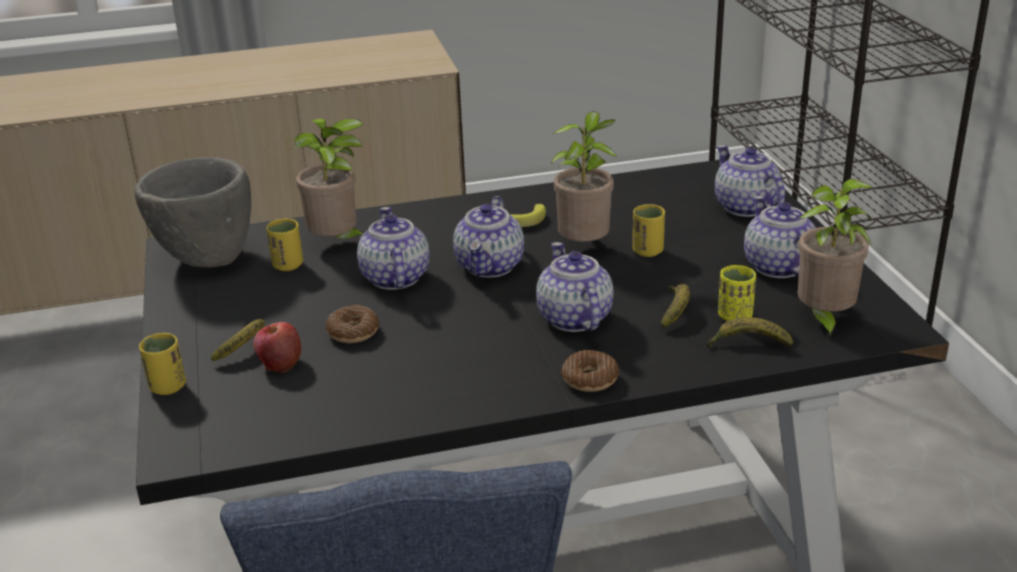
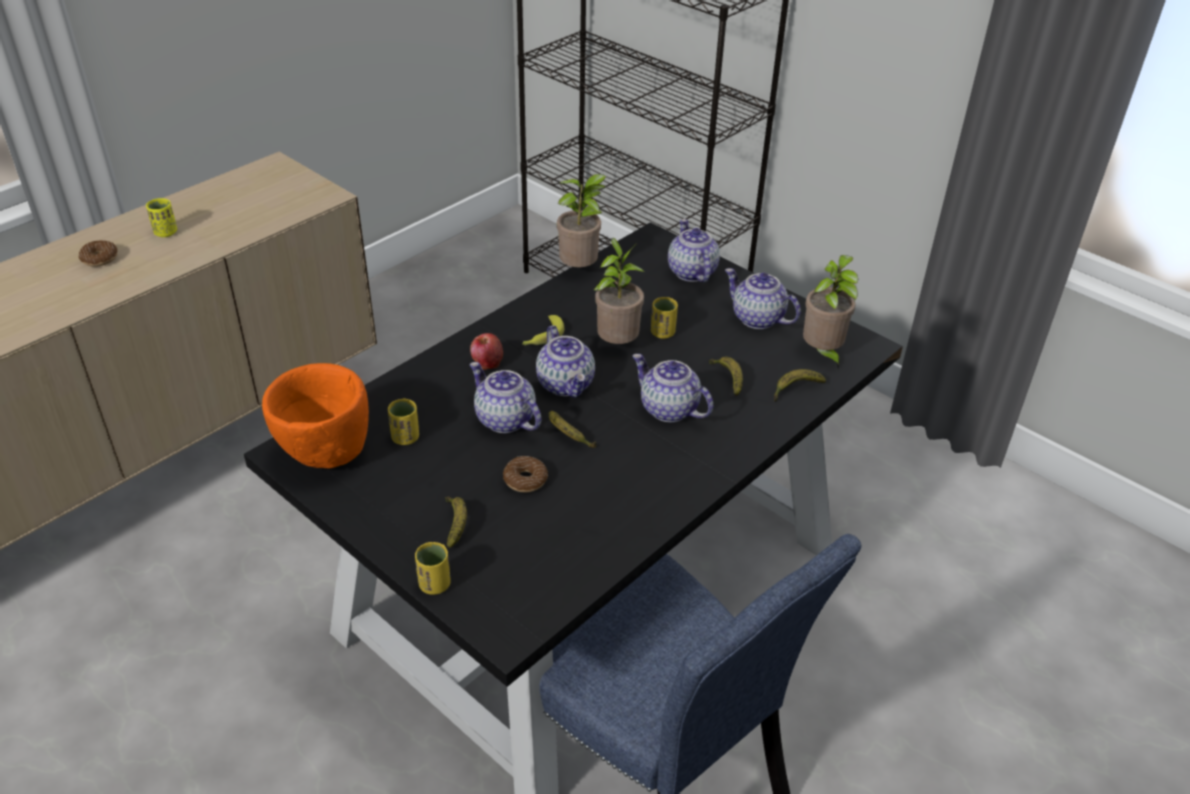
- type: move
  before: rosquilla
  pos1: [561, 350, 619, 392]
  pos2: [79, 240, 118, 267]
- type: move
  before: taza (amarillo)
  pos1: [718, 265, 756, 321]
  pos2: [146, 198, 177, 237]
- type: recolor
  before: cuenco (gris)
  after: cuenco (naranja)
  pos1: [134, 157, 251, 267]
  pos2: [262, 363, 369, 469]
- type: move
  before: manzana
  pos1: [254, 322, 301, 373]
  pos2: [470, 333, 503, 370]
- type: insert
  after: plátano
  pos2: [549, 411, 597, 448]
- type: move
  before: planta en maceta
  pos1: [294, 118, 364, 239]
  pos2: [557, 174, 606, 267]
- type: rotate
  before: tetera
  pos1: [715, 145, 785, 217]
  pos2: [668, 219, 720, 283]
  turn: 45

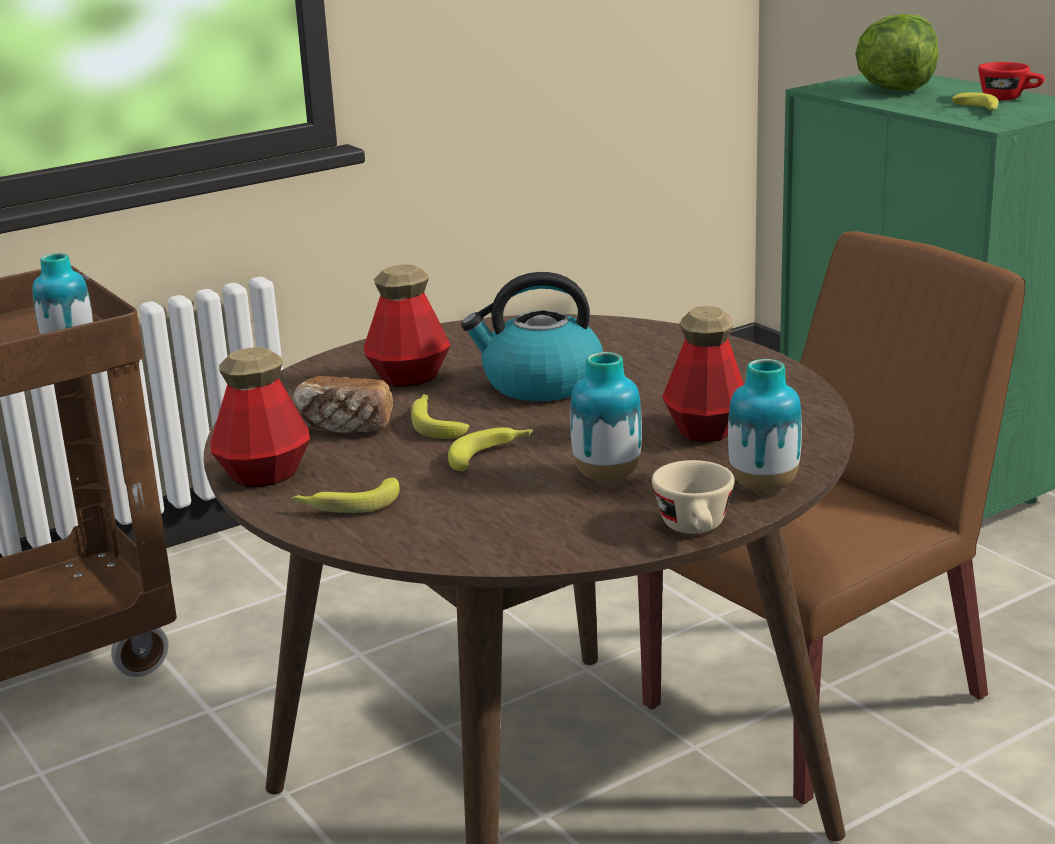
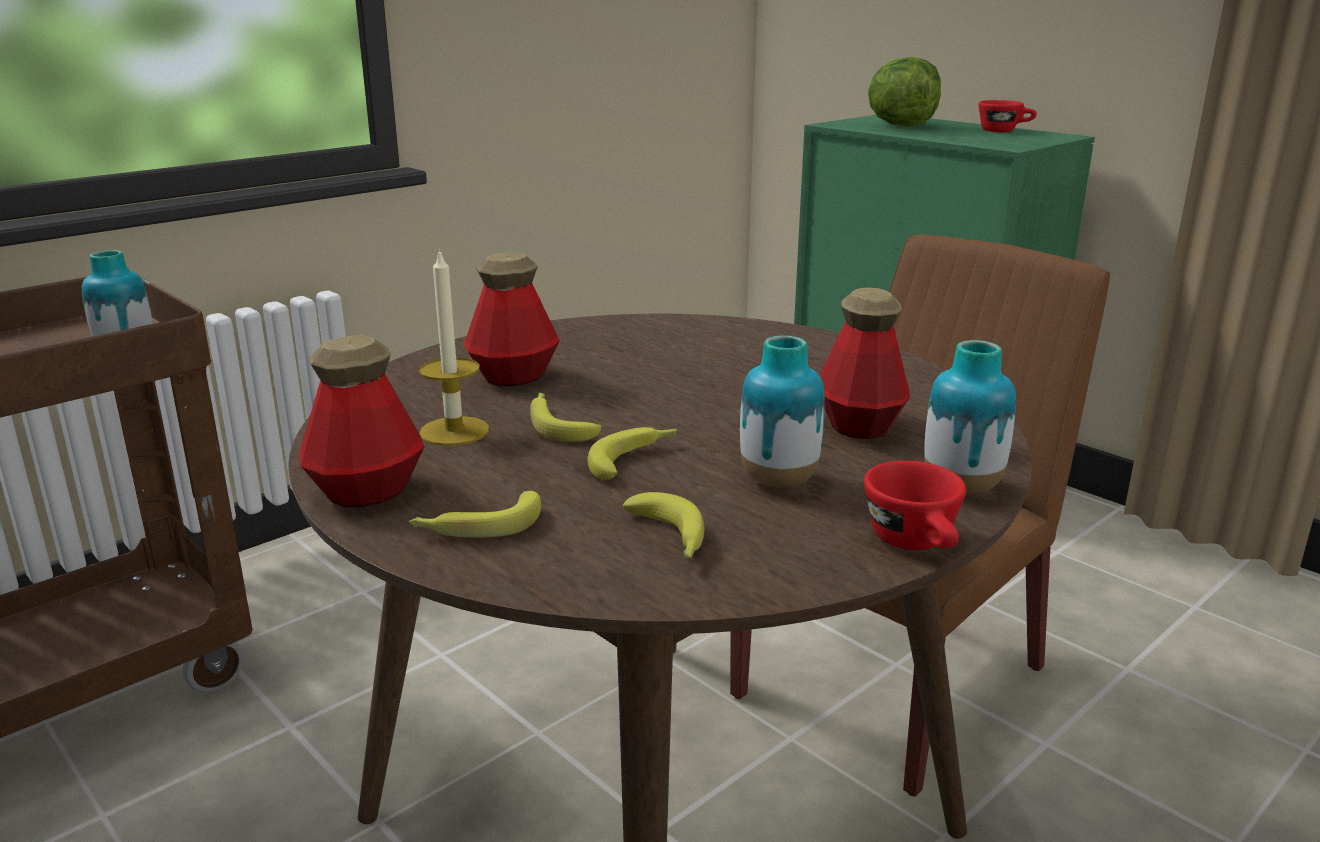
- type: replace
  before: pan
  after: vela
  pos1: [293, 376, 393, 433]
  pos2: [419, 248, 489, 446]
- type: move
  before: plátano
  pos1: [951, 92, 998, 111]
  pos2: [623, 492, 704, 559]
- type: recolor
  before: taza (beis)
  after: taza (rojo)
  pos1: [652, 460, 734, 534]
  pos2: [864, 461, 966, 550]
- type: delete
  before: hervidor
  pos1: [461, 272, 603, 401]

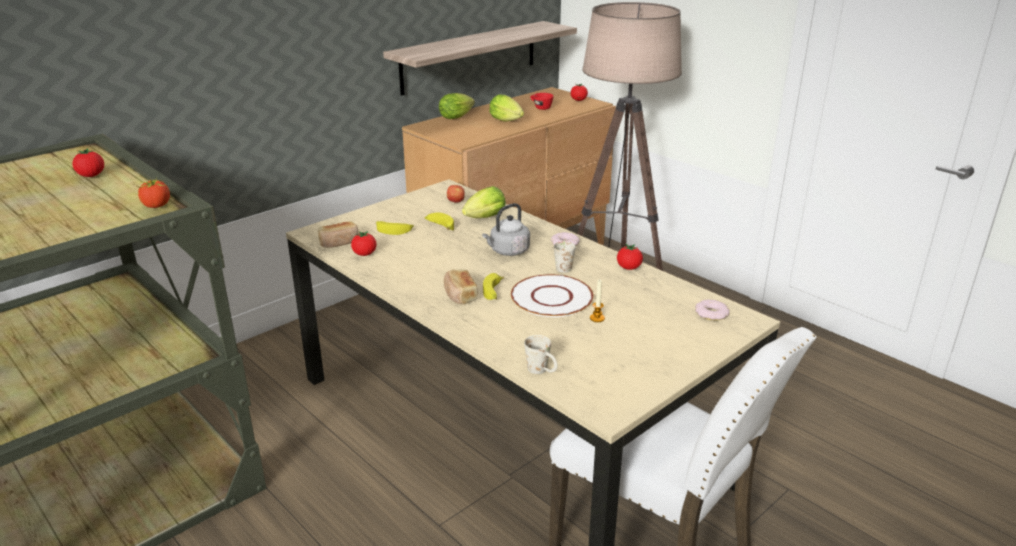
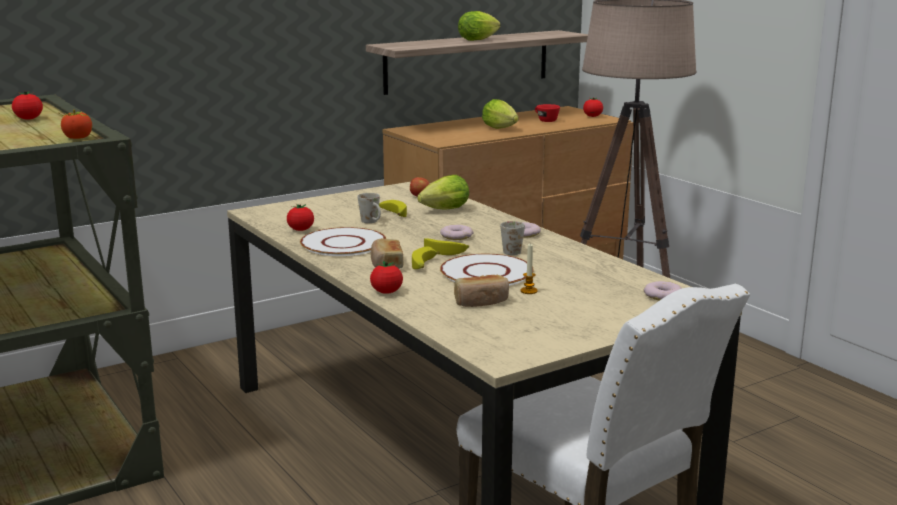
- type: insert
  after: plato (blanco)
  pos2: [300, 227, 386, 256]
- type: move
  before: taza grande (blanco)
  pos1: [524, 335, 558, 374]
  pos2: [357, 193, 381, 223]
- type: move
  before: tomate
  pos1: [617, 244, 643, 270]
  pos2: [370, 261, 403, 294]
- type: move
  before: plátano
  pos1: [376, 221, 414, 235]
  pos2: [424, 238, 469, 255]
- type: replace
  before: hervidor (gris)
  after: rosquilla
  pos1: [482, 203, 530, 256]
  pos2: [440, 225, 474, 240]
- type: move
  before: pan
  pos1: [318, 221, 359, 248]
  pos2: [454, 275, 509, 307]
- type: move
  before: lechuga
  pos1: [439, 93, 475, 119]
  pos2: [458, 11, 500, 41]

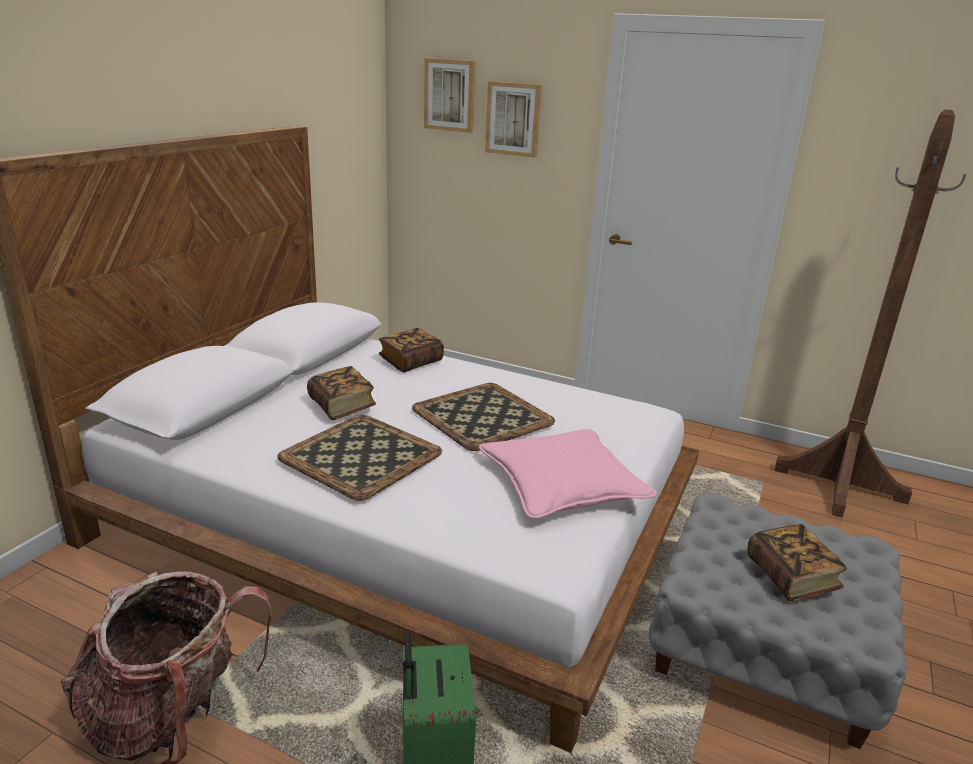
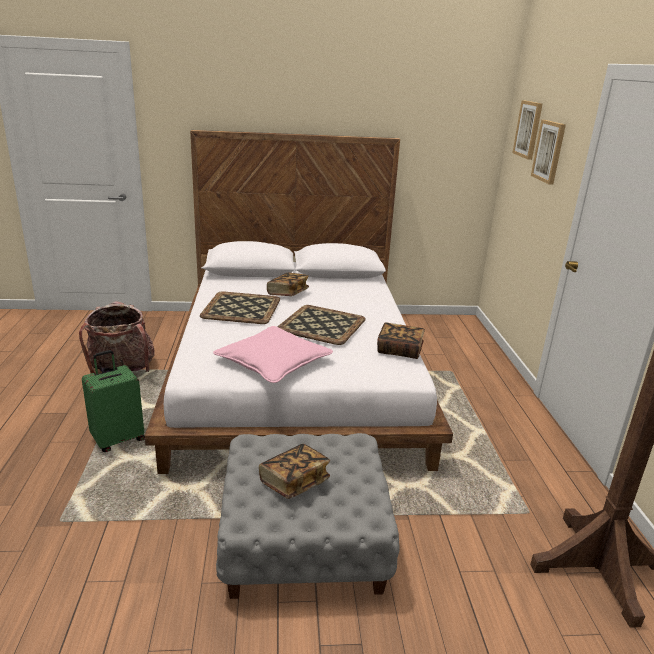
- type: move
  before: libro
  pos1: [379, 328, 444, 372]
  pos2: [377, 322, 425, 359]

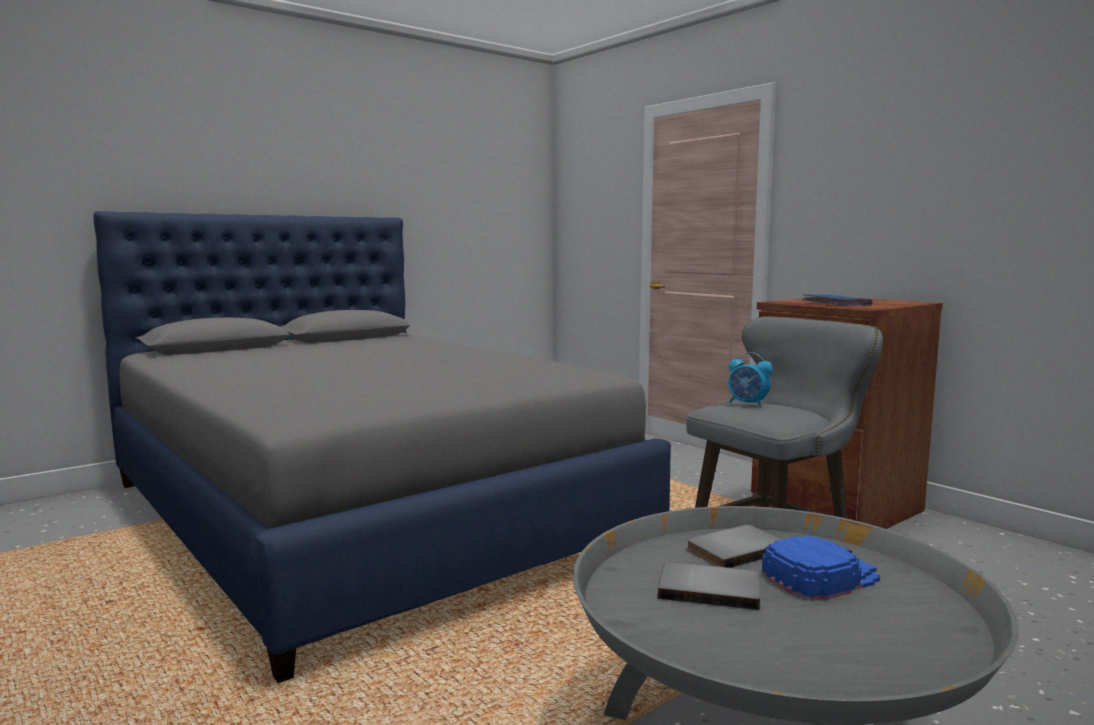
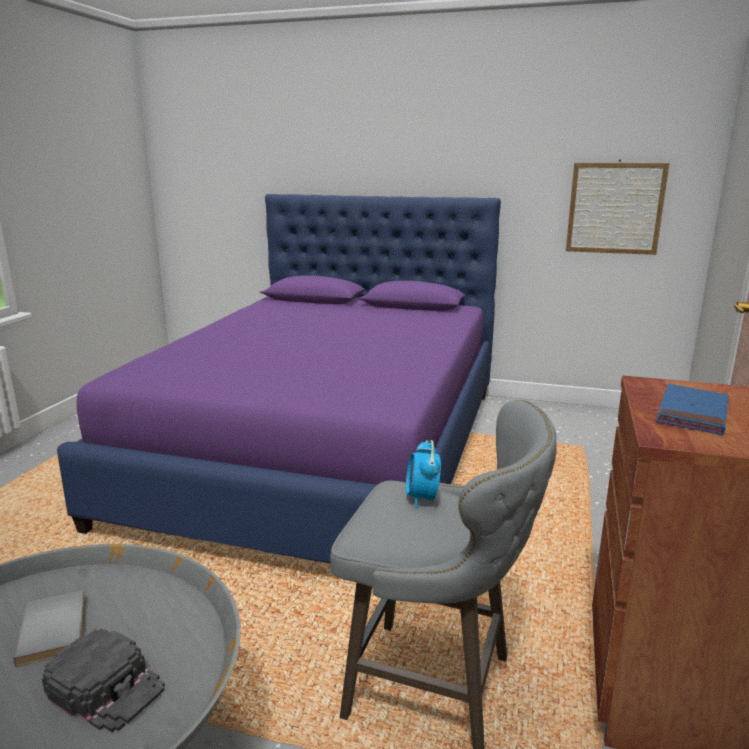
- type: recolor
  before: gorra (azul)
  after: gorra (negro)
  pos1: [762, 535, 880, 601]
  pos2: [42, 629, 165, 732]
- type: recolor
  before: cama (gris)
  after: cama (morado)
  pos1: [93, 211, 671, 683]
  pos2: [57, 194, 501, 563]
- type: insert
  after: cuadro
  pos2: [566, 159, 669, 255]
- type: delete
  before: libro (gris)
  pos1: [686, 525, 782, 568]

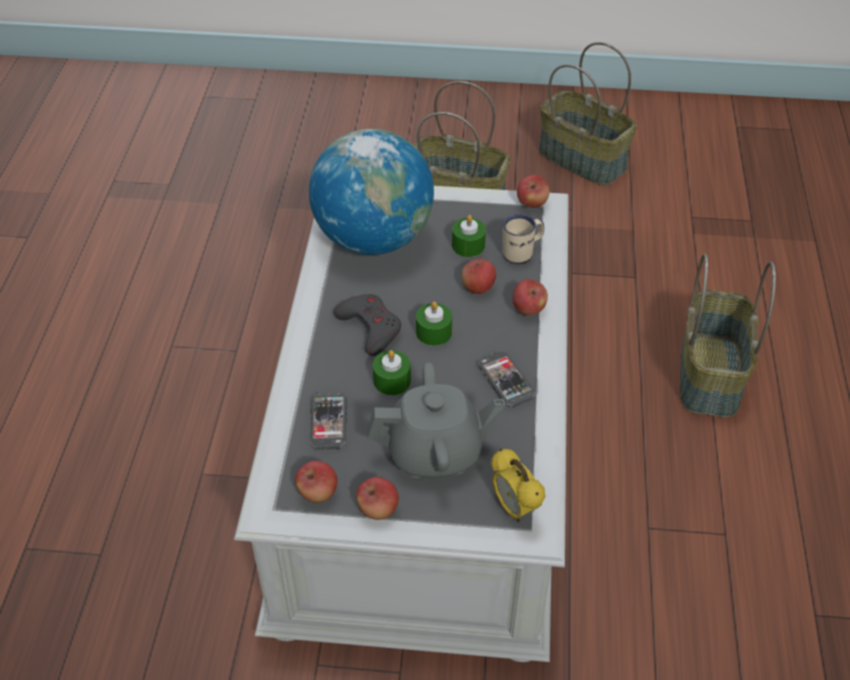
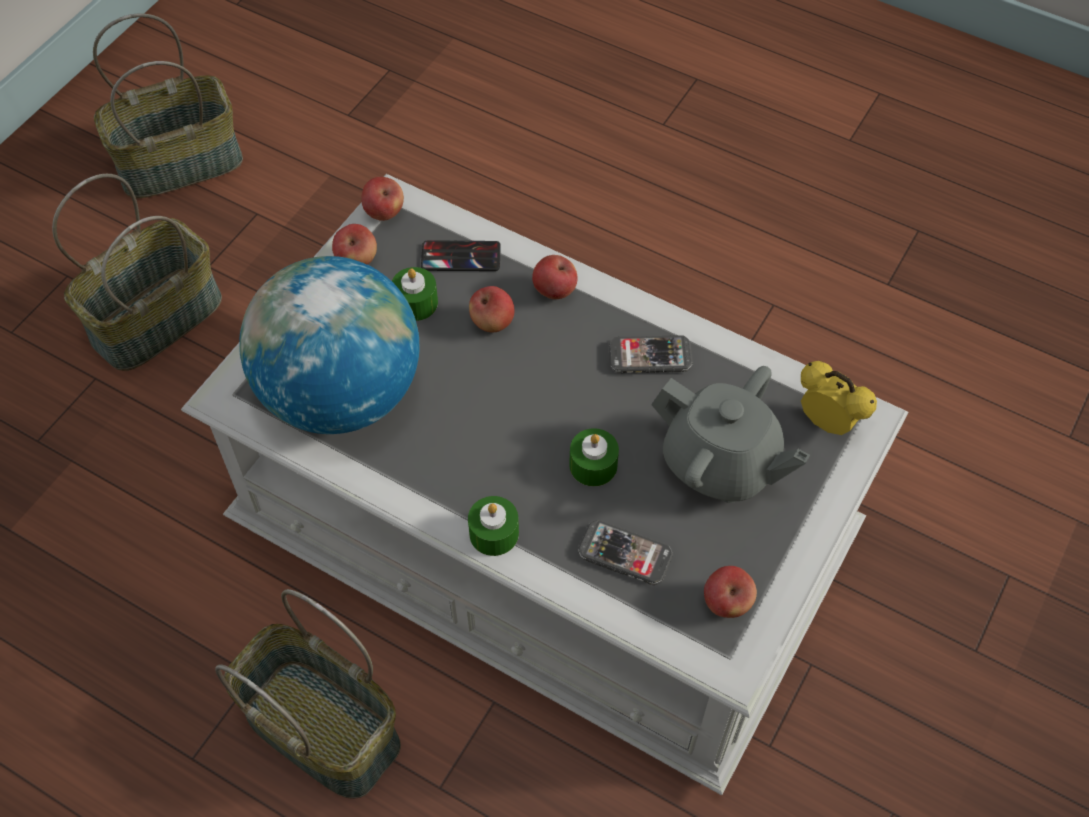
- type: move
  before: cesta
  pos1: [680, 254, 776, 417]
  pos2: [215, 589, 401, 799]
- type: move
  before: manzana
  pos1: [356, 477, 399, 520]
  pos2: [332, 224, 377, 265]
- type: replace
  before: taza grande (beis)
  after: móvil
  pos1: [503, 214, 544, 264]
  pos2: [421, 240, 501, 271]
- type: move
  before: vela (verde)
  pos1: [416, 302, 452, 346]
  pos2: [468, 496, 519, 556]
- type: rotate
  before: tetera (gris)
  pos1: [367, 362, 505, 478]
  pos2: [651, 366, 810, 503]
  turn: 105
- type: rotate
  before: despertador
  pos1: [491, 448, 545, 522]
  pos2: [801, 361, 877, 435]
  turn: -135
- type: delete
  before: mando de consola (gris)
  pos1: [334, 294, 401, 356]

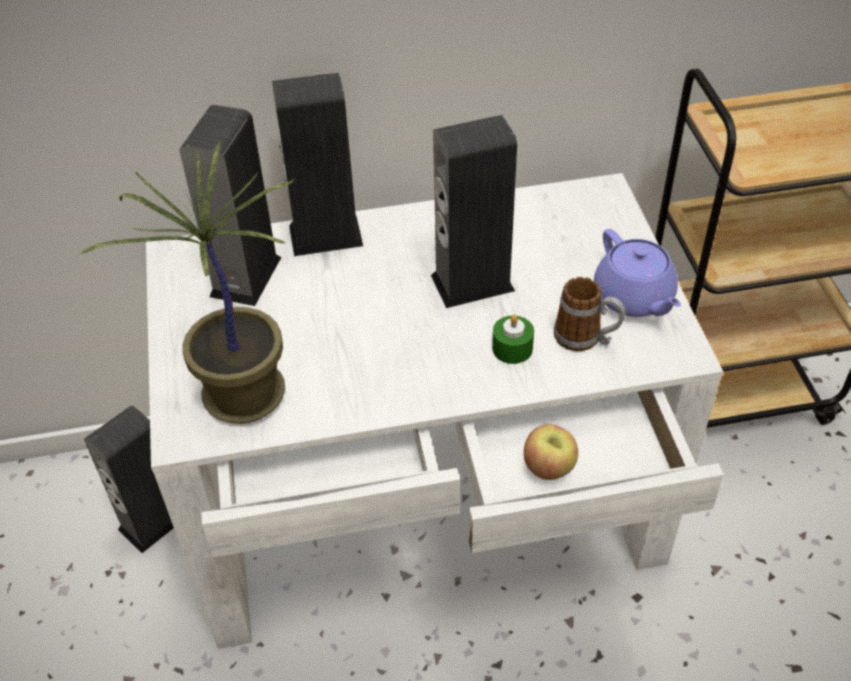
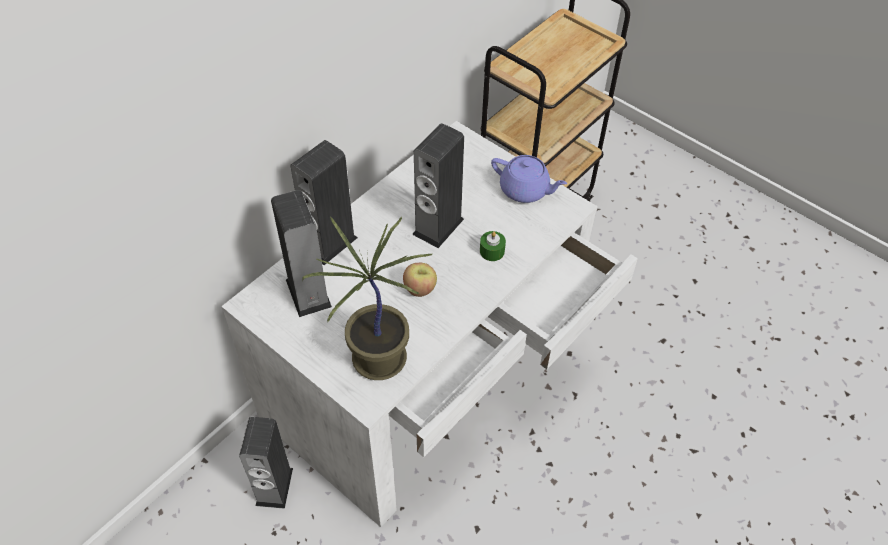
- type: move
  before: manzana
  pos1: [524, 424, 578, 480]
  pos2: [403, 263, 437, 297]
- type: delete
  before: taza grande
  pos1: [554, 277, 625, 351]

